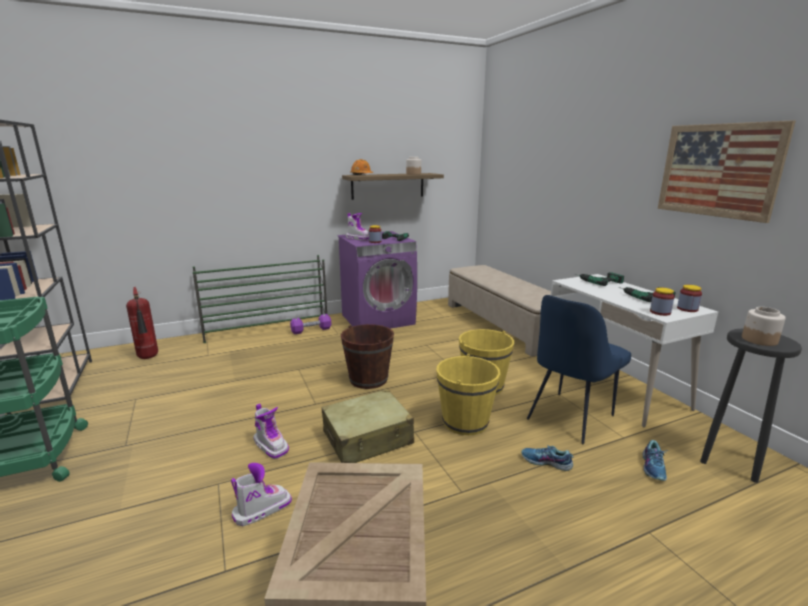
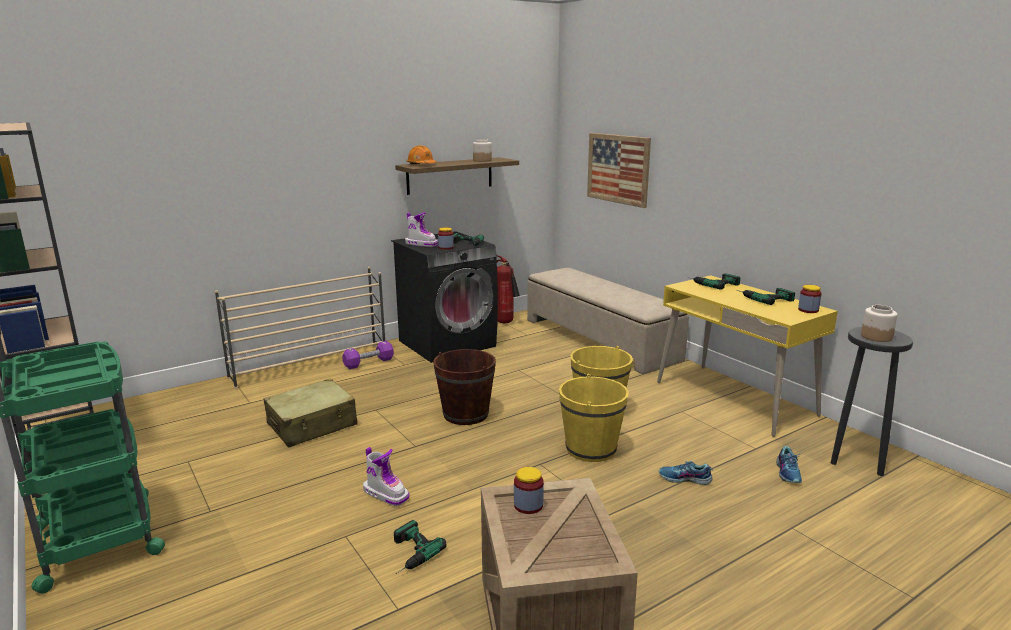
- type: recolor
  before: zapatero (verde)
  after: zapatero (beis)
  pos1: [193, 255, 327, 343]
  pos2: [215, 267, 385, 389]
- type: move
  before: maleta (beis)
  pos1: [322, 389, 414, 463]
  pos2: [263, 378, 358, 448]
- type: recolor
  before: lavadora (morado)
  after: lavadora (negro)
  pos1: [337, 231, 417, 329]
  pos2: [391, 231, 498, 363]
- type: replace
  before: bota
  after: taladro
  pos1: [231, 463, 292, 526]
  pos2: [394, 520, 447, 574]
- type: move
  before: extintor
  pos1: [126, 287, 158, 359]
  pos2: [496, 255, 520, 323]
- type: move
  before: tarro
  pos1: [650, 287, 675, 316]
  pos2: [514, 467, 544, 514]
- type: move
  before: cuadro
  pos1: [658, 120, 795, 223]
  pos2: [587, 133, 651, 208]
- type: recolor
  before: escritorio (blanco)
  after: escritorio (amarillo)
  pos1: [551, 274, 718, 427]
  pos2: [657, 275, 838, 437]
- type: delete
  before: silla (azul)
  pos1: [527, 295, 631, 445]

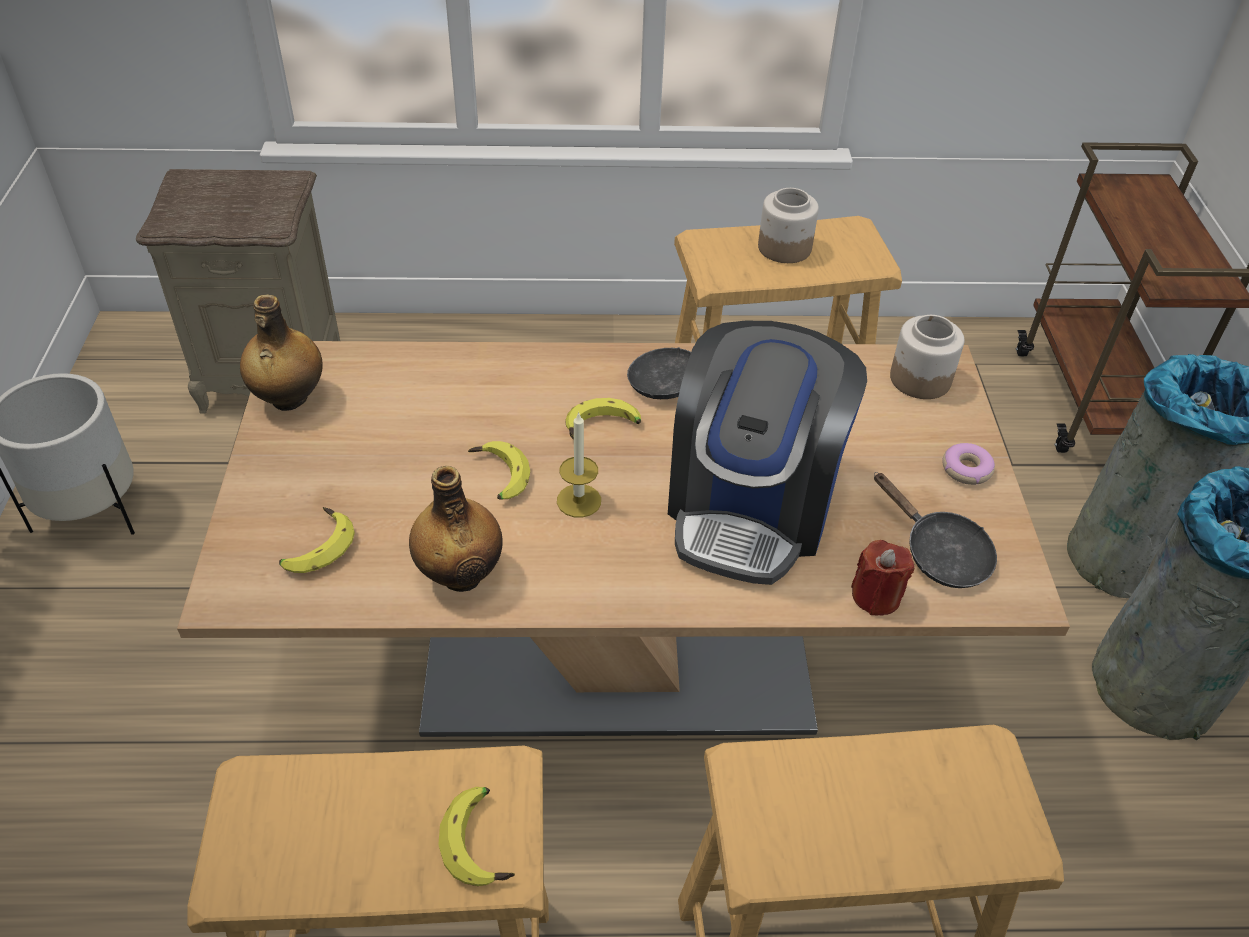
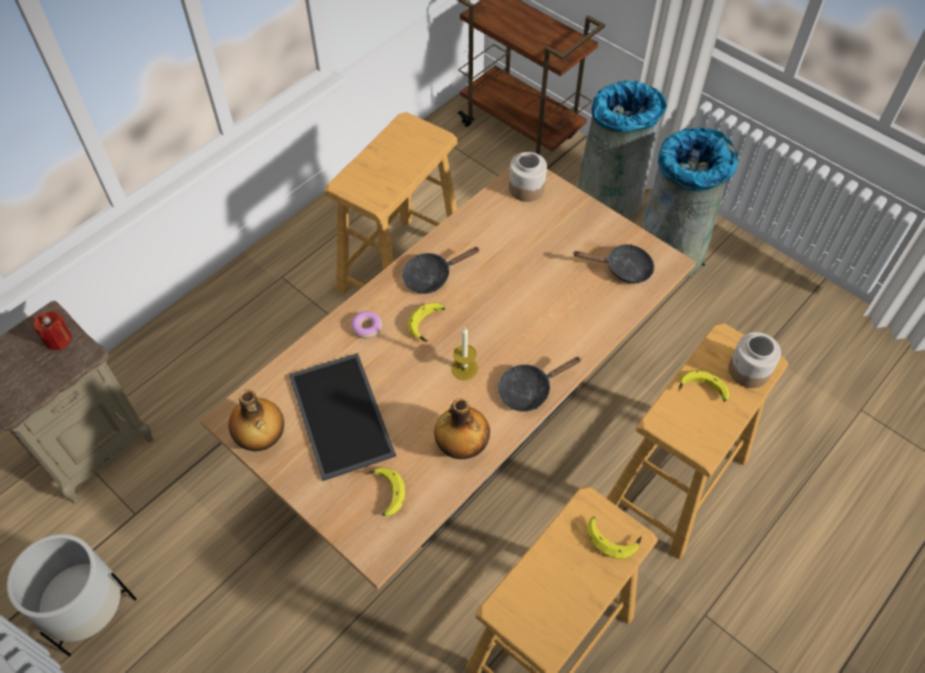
- type: move
  before: vela (rojo)
  pos1: [851, 540, 914, 616]
  pos2: [33, 310, 72, 350]
- type: insert
  after: bandeja
  pos2: [289, 353, 396, 481]
- type: move
  before: rosquilla
  pos1: [942, 443, 995, 485]
  pos2: [351, 311, 382, 338]
- type: insert
  after: sartén (negro)
  pos2: [498, 357, 582, 412]
- type: move
  before: plátano
  pos1: [468, 441, 530, 500]
  pos2: [679, 370, 729, 402]
- type: move
  before: tarro
  pos1: [758, 188, 819, 263]
  pos2: [729, 332, 781, 388]
- type: delete
  before: cafetera
  pos1: [668, 321, 867, 585]

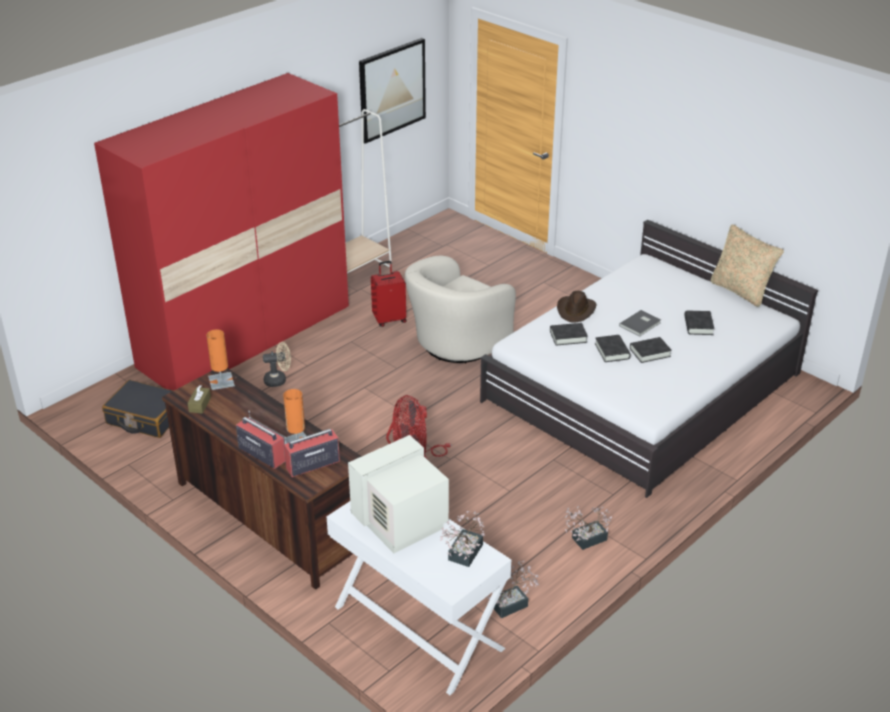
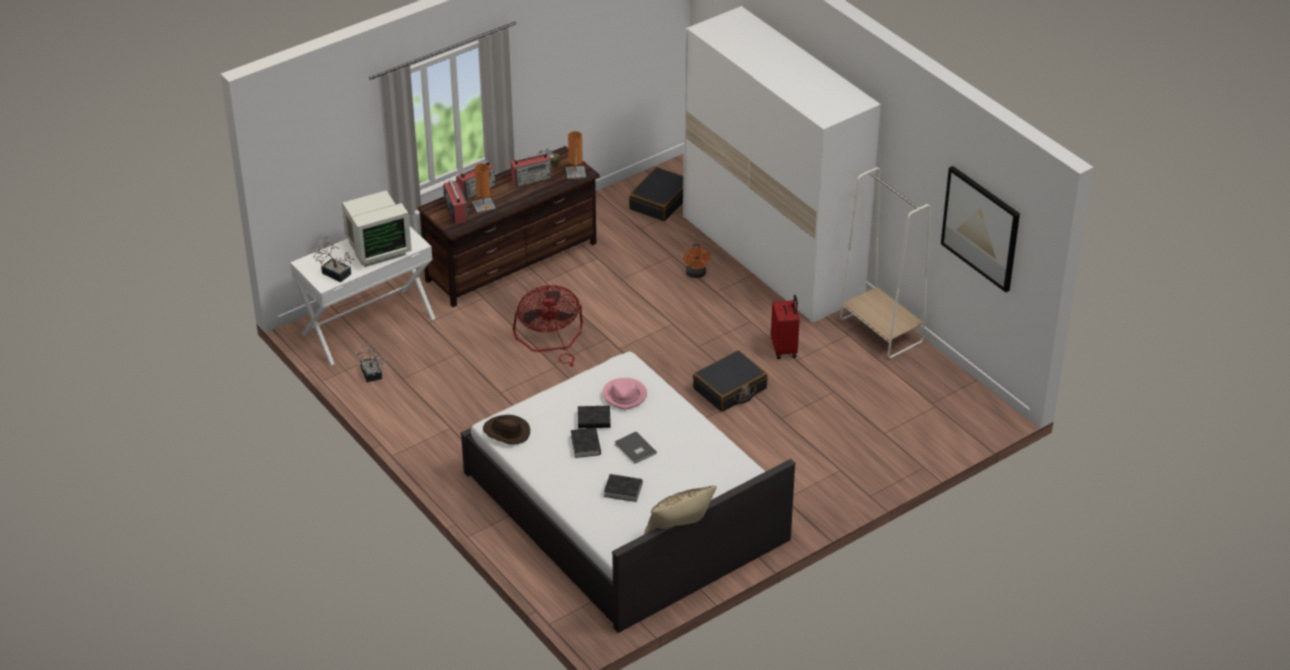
- type: rotate
  before: monitor
  pos1: [348, 435, 449, 553]
  pos2: [342, 191, 412, 267]
  turn: 90
- type: move
  before: sombrero (marrón)
  pos1: [557, 291, 597, 322]
  pos2: [483, 415, 530, 445]
- type: insert
  after: radio
  pos2: [511, 152, 552, 186]
- type: replace
  before: libro (negro)
  after: sombrero (rosa)
  pos1: [550, 323, 588, 346]
  pos2: [603, 378, 647, 410]
- type: recolor
  before: armario ropero (rojo)
  after: armario ropero (blanco)
  pos1: [94, 73, 349, 391]
  pos2: [683, 6, 881, 323]
- type: recolor
  before: ventilador (beis)
  after: ventilador (naranja)
  pos1: [263, 342, 291, 387]
  pos2: [683, 244, 711, 278]
- type: replace
  before: sillón (beis)
  after: maleta (negro)
  pos1: [405, 256, 516, 363]
  pos2: [693, 350, 767, 412]
- type: delete
  before: planta en maceta
  pos1: [564, 506, 612, 550]

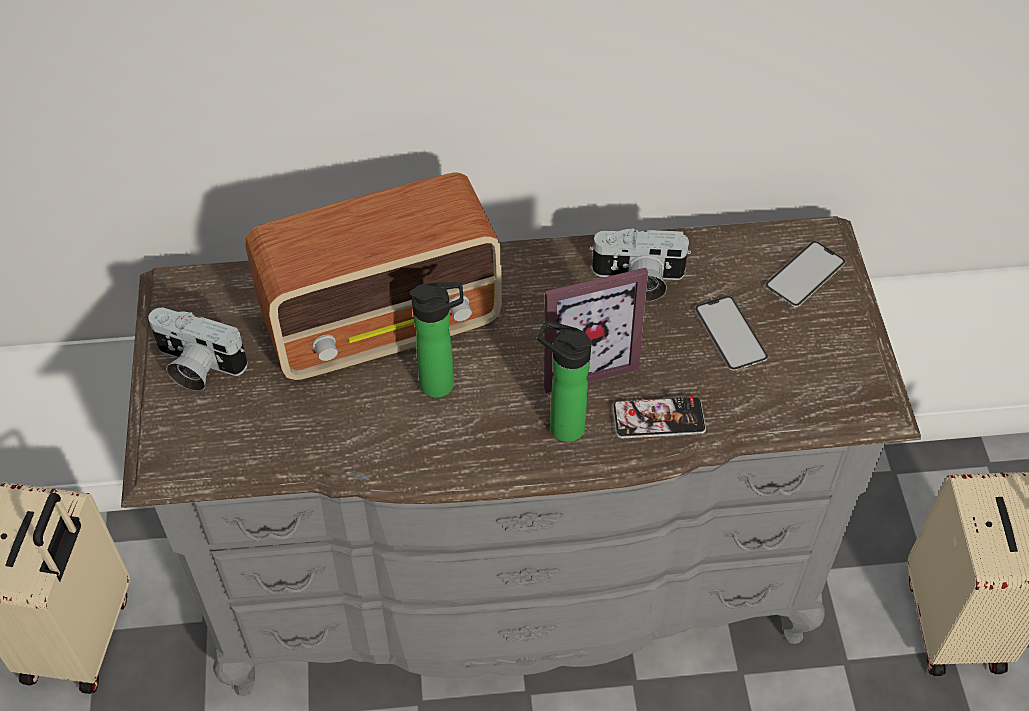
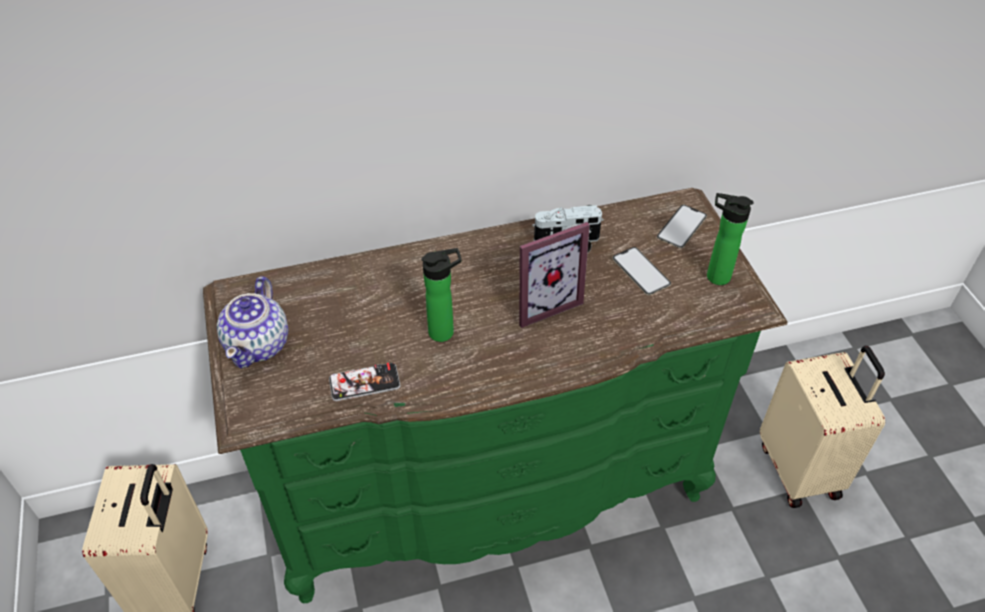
- type: recolor
  before: cómoda (gris)
  after: cómoda (verde)
  pos1: [121, 216, 921, 696]
  pos2: [203, 188, 787, 603]
- type: replace
  before: cámara
  after: tetera
  pos1: [148, 307, 248, 391]
  pos2: [217, 276, 288, 368]
- type: move
  before: móvil
  pos1: [612, 396, 706, 438]
  pos2: [329, 362, 400, 401]
- type: move
  before: botella
  pos1: [537, 320, 592, 442]
  pos2: [707, 193, 754, 285]
- type: delete
  before: radio
  pos1: [246, 172, 502, 380]

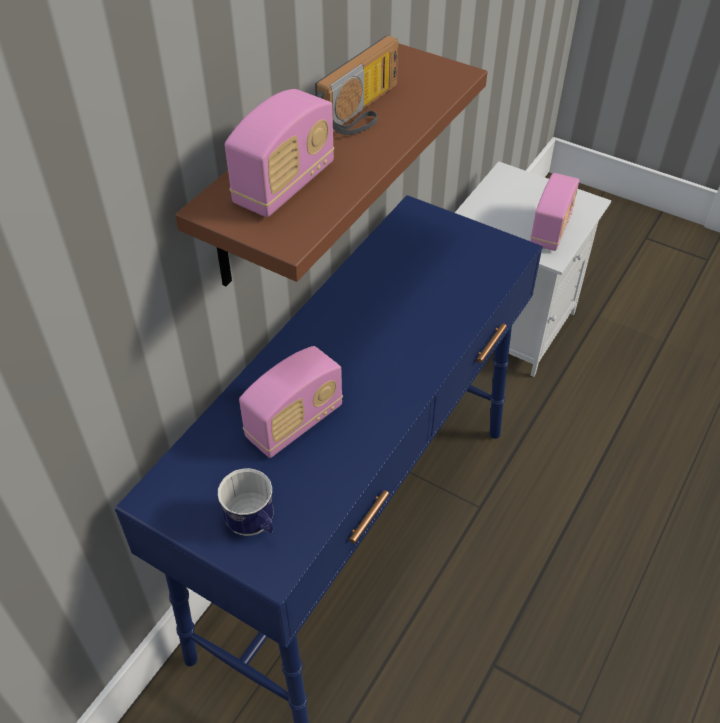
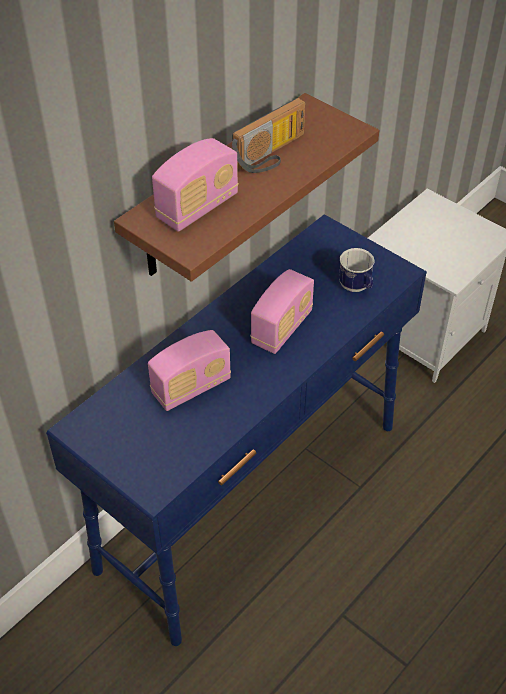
- type: move
  before: radio
  pos1: [530, 173, 579, 251]
  pos2: [250, 269, 314, 354]
- type: move
  before: taza grande
  pos1: [218, 468, 273, 536]
  pos2: [339, 248, 374, 292]

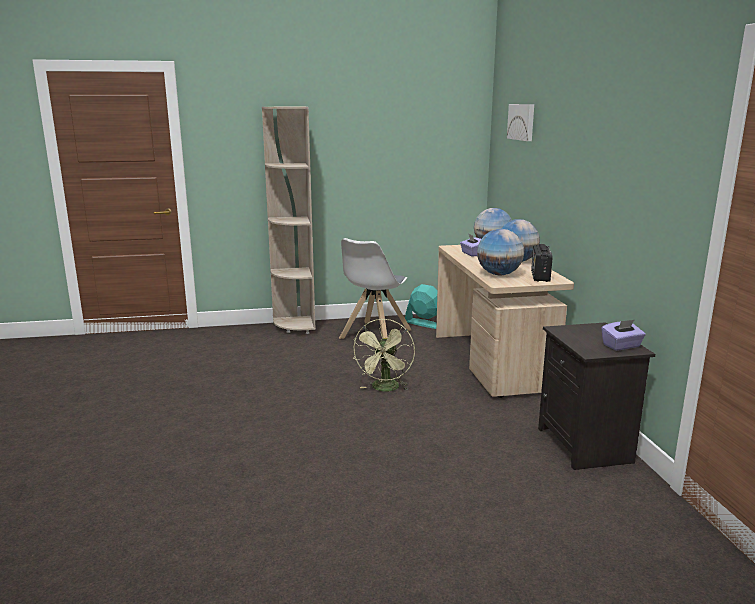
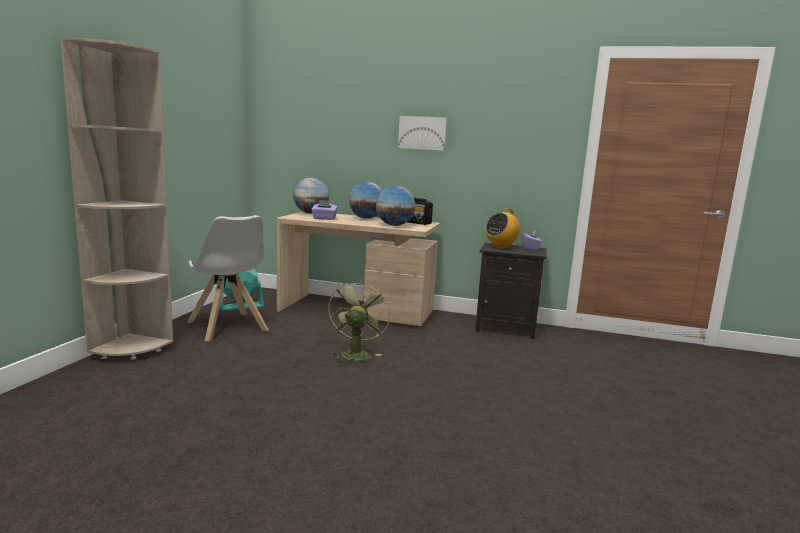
- type: rotate
  before: ventilador (verde)
  pos1: [353, 318, 415, 391]
  pos2: [328, 280, 390, 365]
  turn: -120
- type: move
  before: cuadro
  pos1: [507, 104, 534, 141]
  pos2: [398, 116, 447, 151]
- type: insert
  after: radio
  pos2: [485, 208, 520, 249]

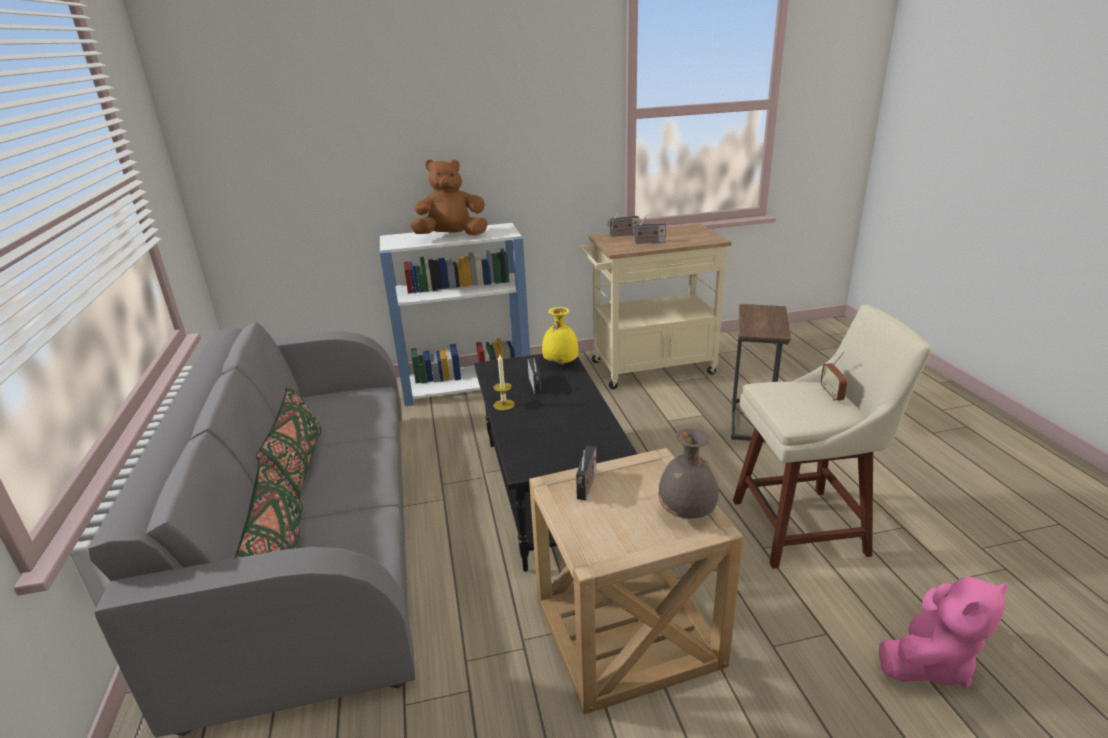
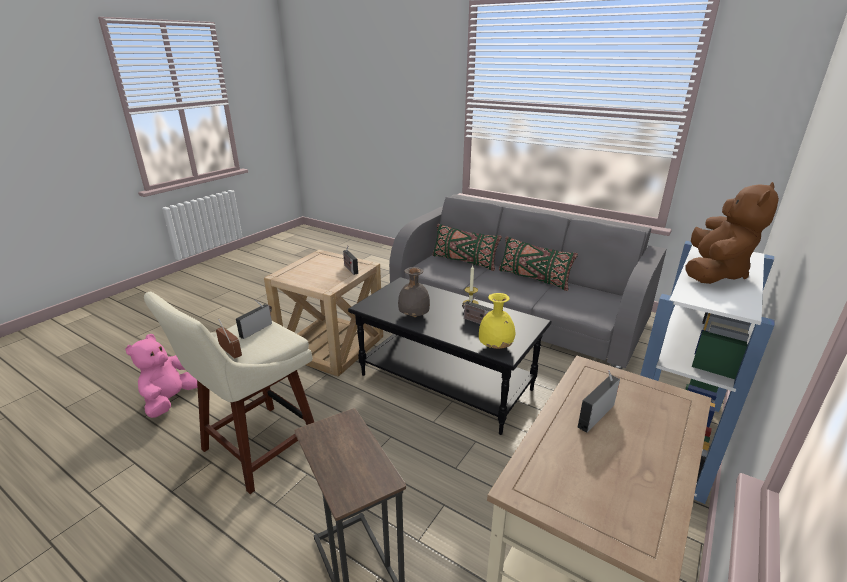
- type: move
  before: radio
  pos1: [608, 209, 639, 237]
  pos2: [236, 300, 272, 339]
- type: move
  before: florero (gris)
  pos1: [658, 428, 719, 520]
  pos2: [398, 267, 430, 317]

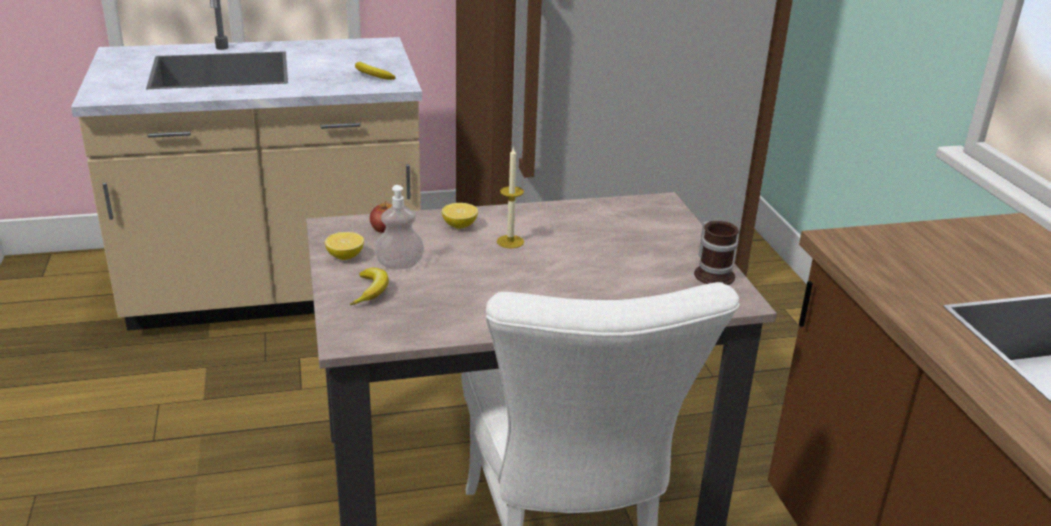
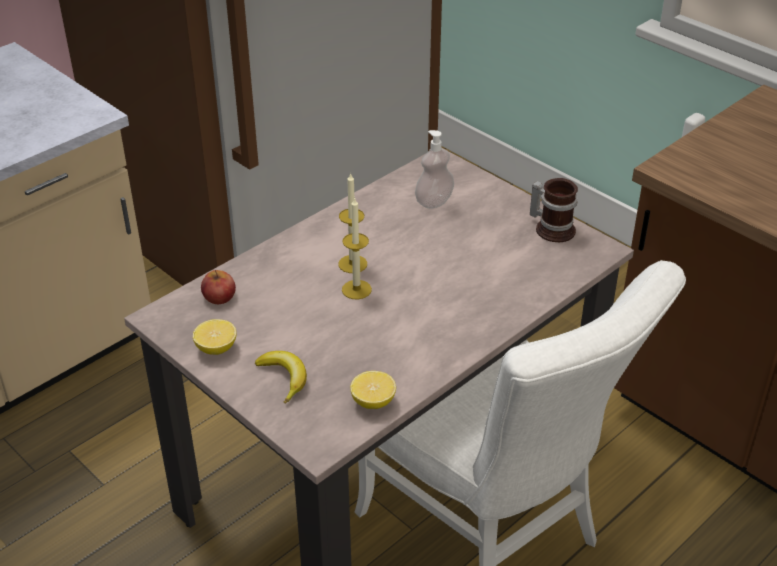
- type: insert
  after: vela
  pos2: [342, 197, 372, 299]
- type: move
  before: limón
  pos1: [442, 203, 478, 229]
  pos2: [350, 371, 396, 409]
- type: move
  before: dispensador de jabón
  pos1: [375, 185, 424, 270]
  pos2: [415, 130, 454, 209]
- type: delete
  before: plátano
  pos1: [355, 62, 396, 80]

